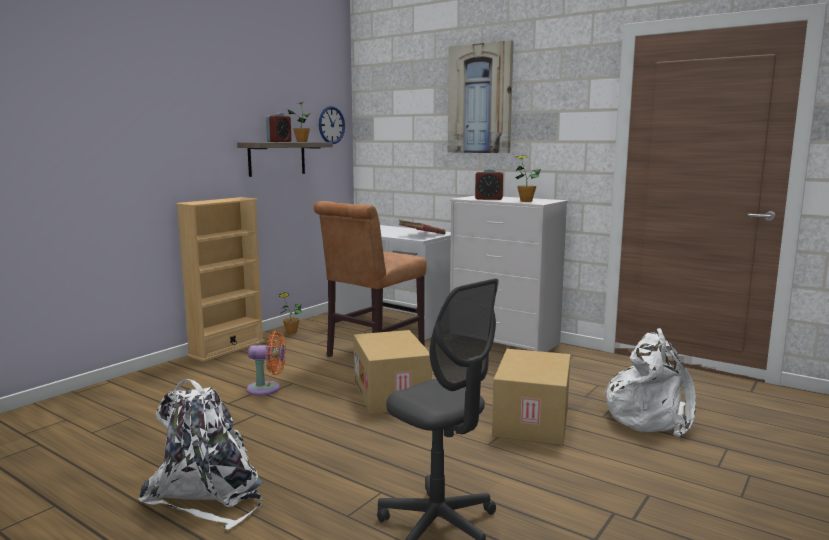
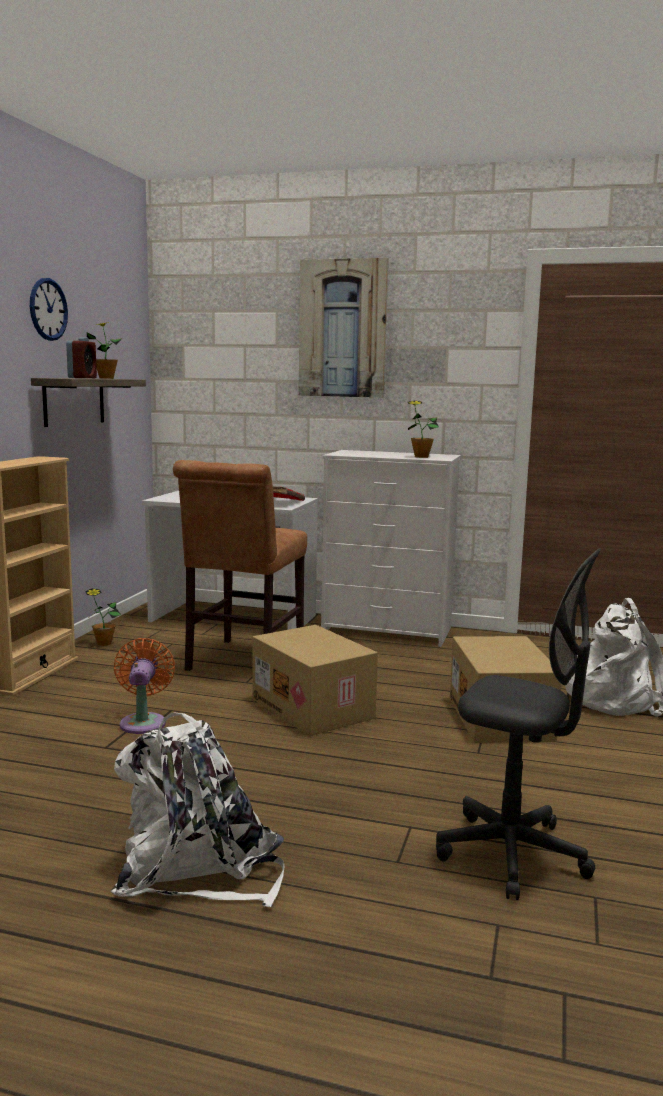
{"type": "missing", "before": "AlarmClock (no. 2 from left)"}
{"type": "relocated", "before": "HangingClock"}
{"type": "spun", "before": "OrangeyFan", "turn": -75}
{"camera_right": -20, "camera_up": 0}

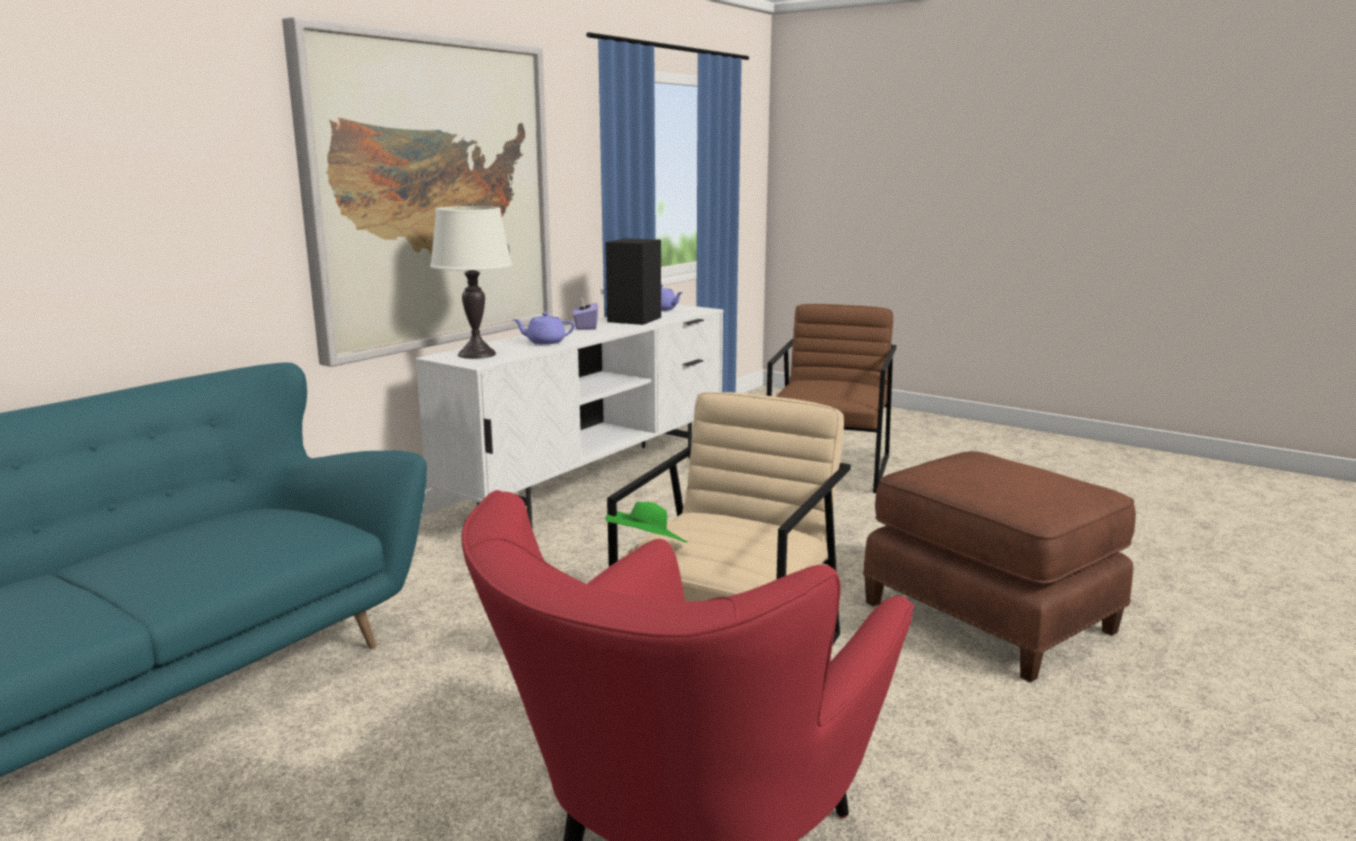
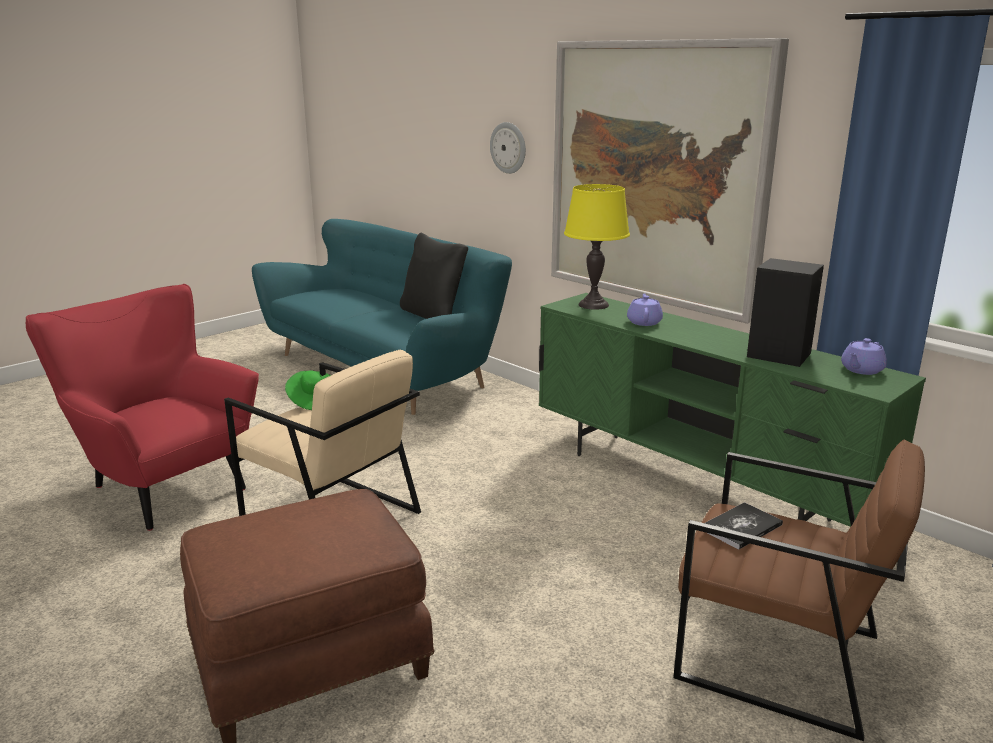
{"type": "missing", "before": "PurpleColouredTissueBox"}
{"type": "appeared", "after": "BlackishPillow"}
{"type": "appeared", "after": "HangingClock"}
{"type": "appeared", "after": "Volume"}
{"type": "colour", "before": "WhiteTvUnit", "after": "GreenTvUnit"}
{"type": "colour", "before": "WhiteTableLamp", "after": "YellowColouredTableLamp"}
{"camera_right": 100, "camera_up": 5}

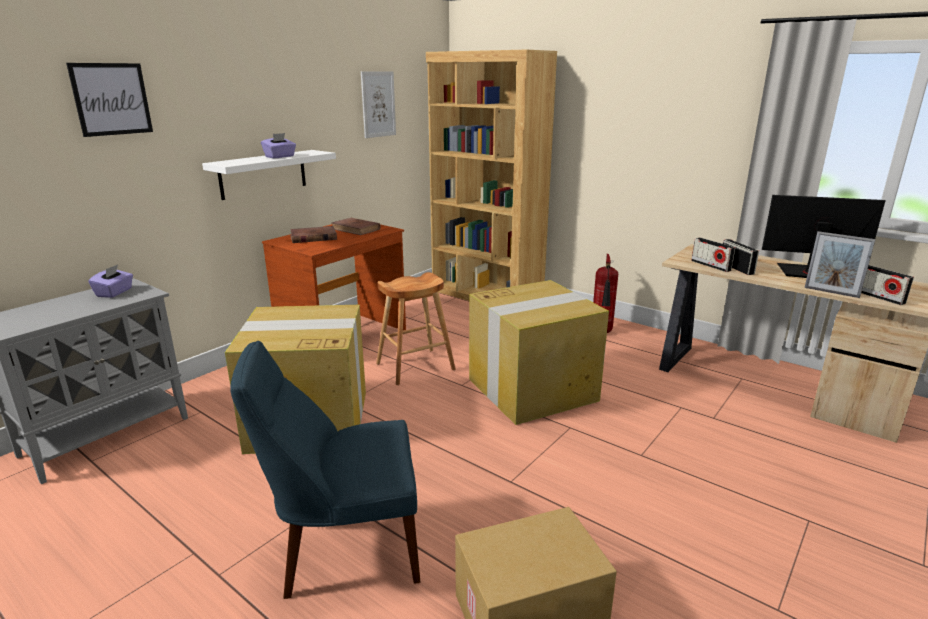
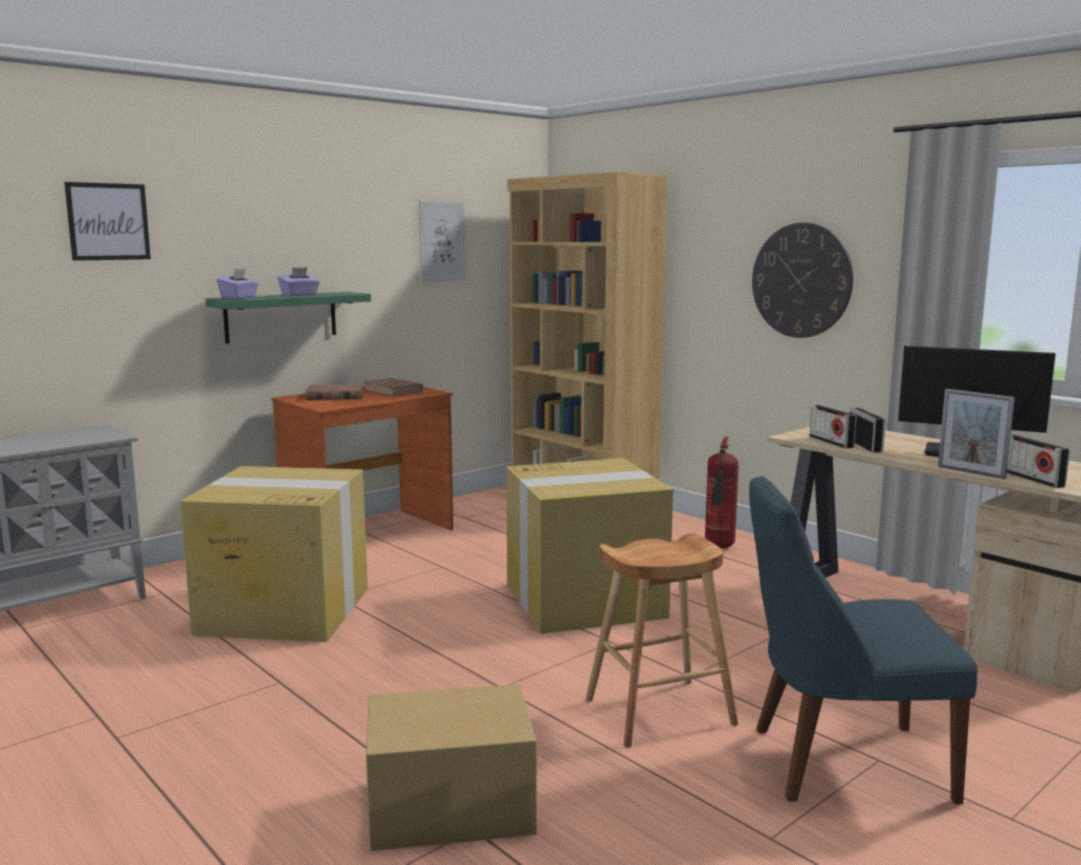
{"type": "appeared", "after": "HangingClock"}
{"type": "relocated", "before": "PurpleColouredTissueBox (no. 1 from left)"}
{"type": "relocated", "before": "BluePlainChair"}
{"type": "relocated", "before": "BrownSittingStool"}
{"type": "colour", "before": "WhiteBracketShelf", "after": "GreenBracketShelf"}
{"camera_right": 10, "camera_up": -10}

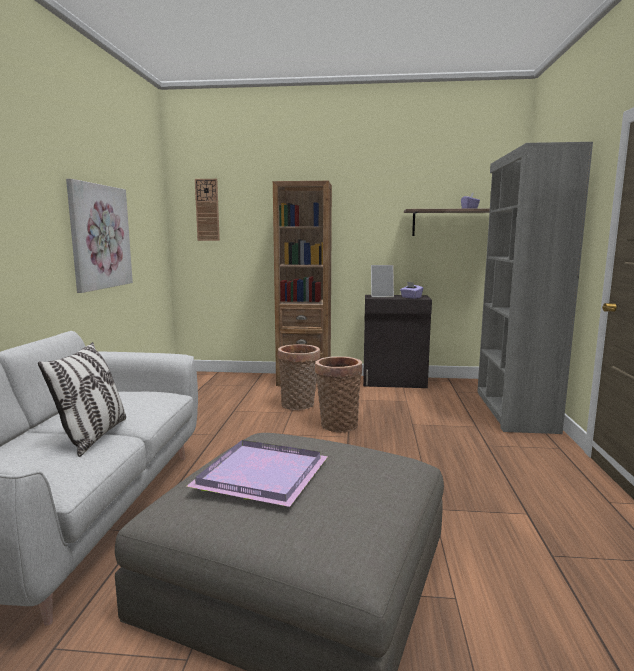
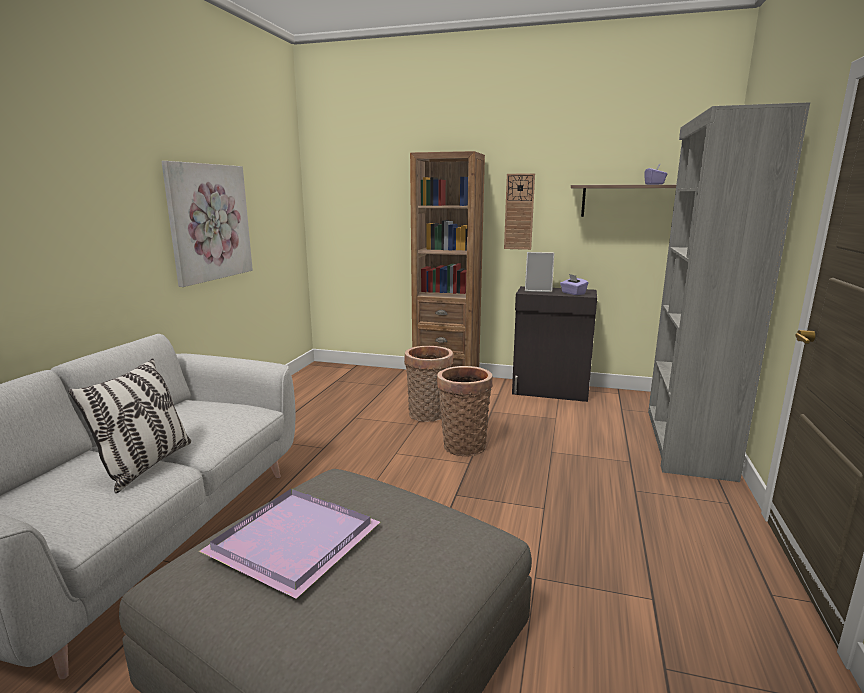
{"type": "relocated", "before": "HangingClock"}
{"camera_right": 10, "camera_up": 5}

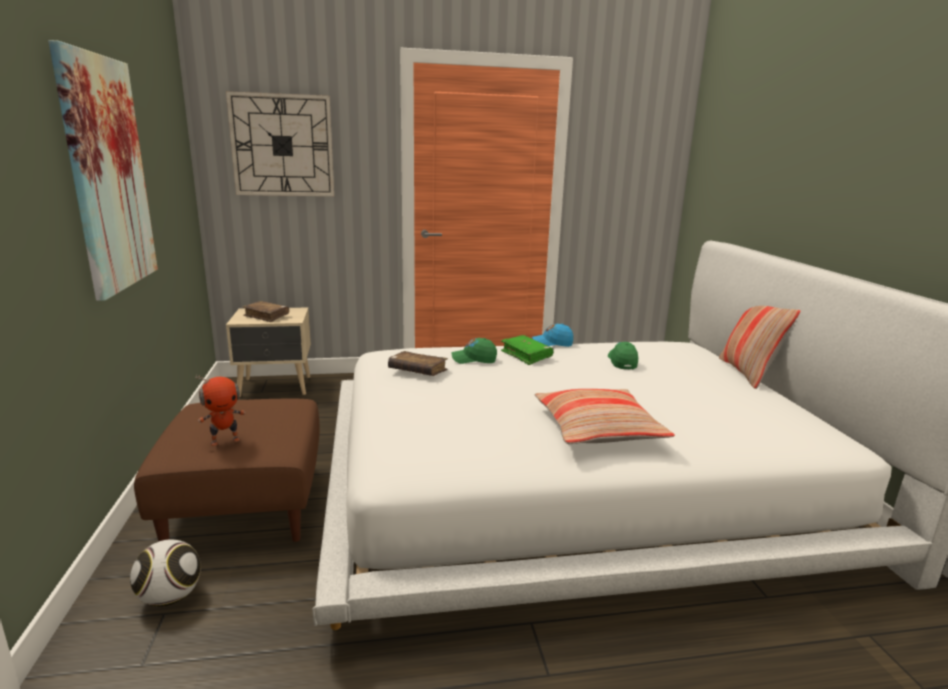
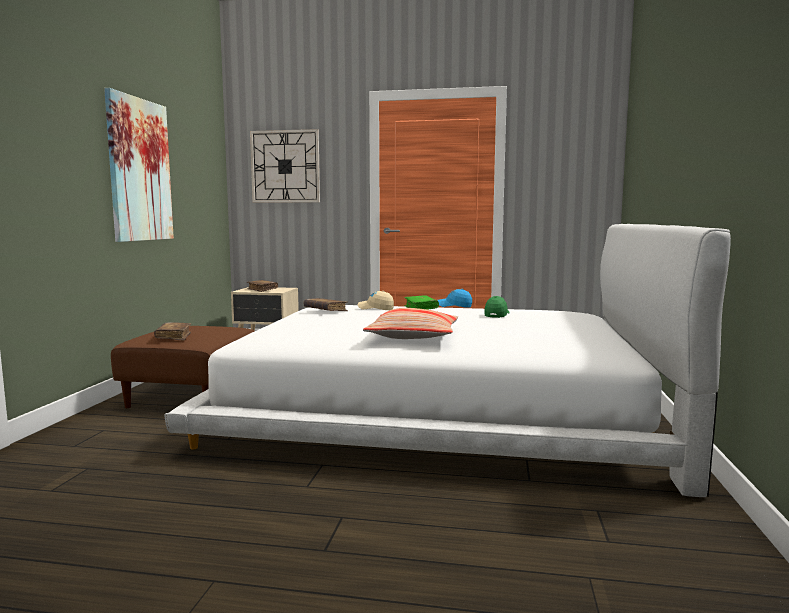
{"type": "missing", "before": "BallForFootball"}
{"type": "missing", "before": "Pillow (no. 2 from left)"}
{"type": "exchanged", "before": "ToyRobot", "after": "BrownVolume (no. 1 from left)"}
{"type": "colour", "before": "GreenPeakedCap (no. 1 from left)", "after": "SandColouredPeakedCap"}
{"camera_right": 20, "camera_up": -10}

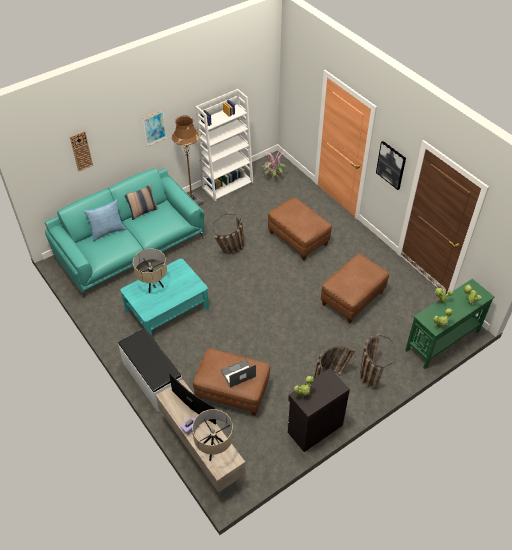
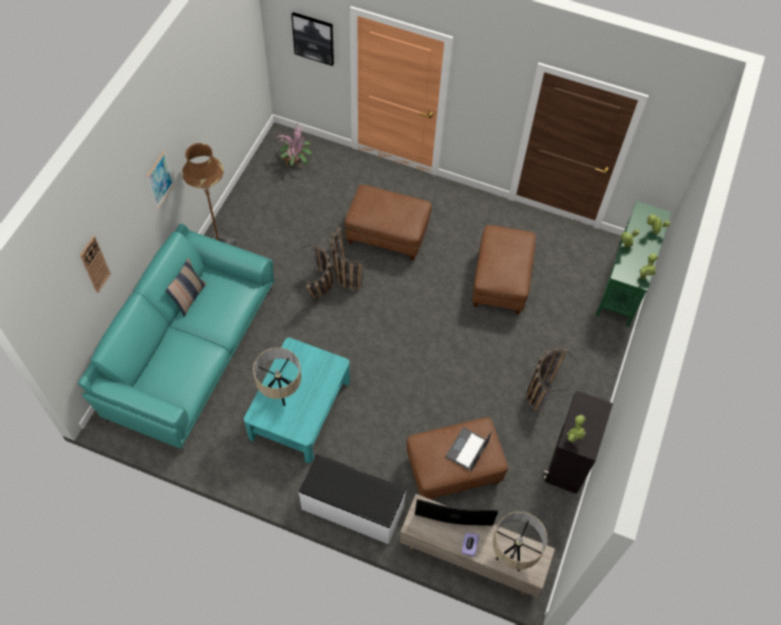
{"type": "missing", "before": "Pillow (no. 1 from left)"}
{"type": "missing", "before": "WhiteBookshelf"}
{"type": "relocated", "before": "Basket (no. 3 from left in the first image)", "after": "Basket (no. 2 from left)"}
{"type": "relocated", "before": "Picture (no. 2 from left)"}
{"camera_right": -35, "camera_up": 10}

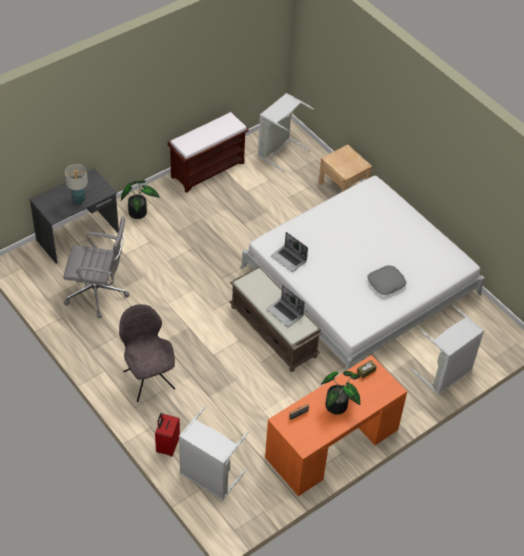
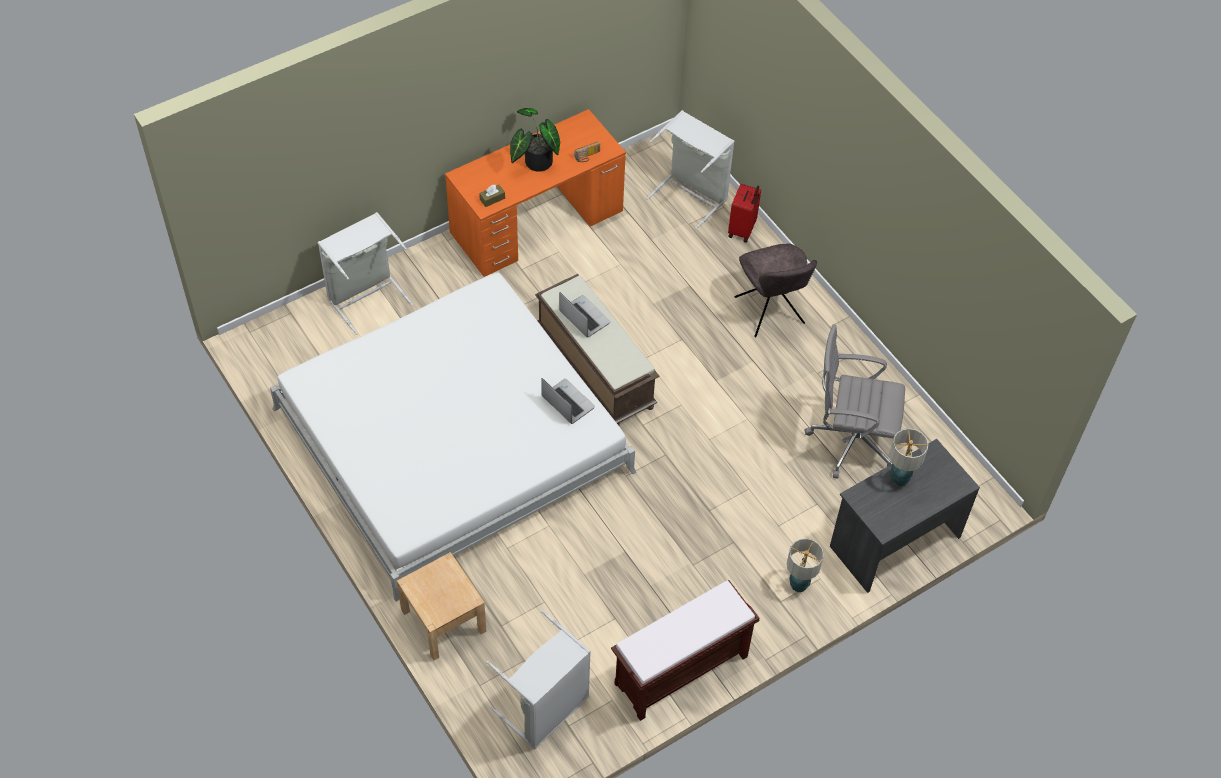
{"type": "missing", "before": "GreyishPillow"}
{"type": "exchanged", "before": "PottedPlant (no. 1 from left)", "after": "TableLamp (no. 1 from left)"}
{"camera_right": -175, "camera_up": 5}

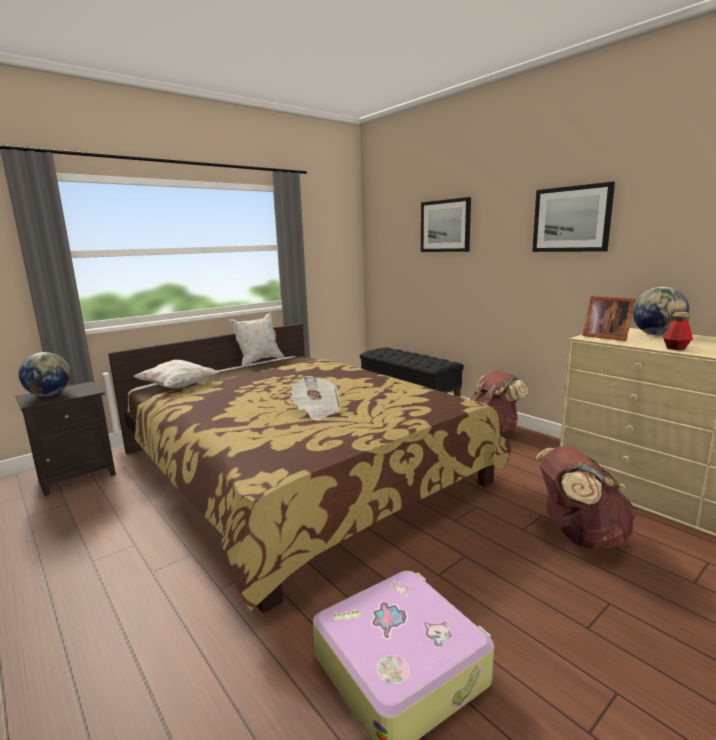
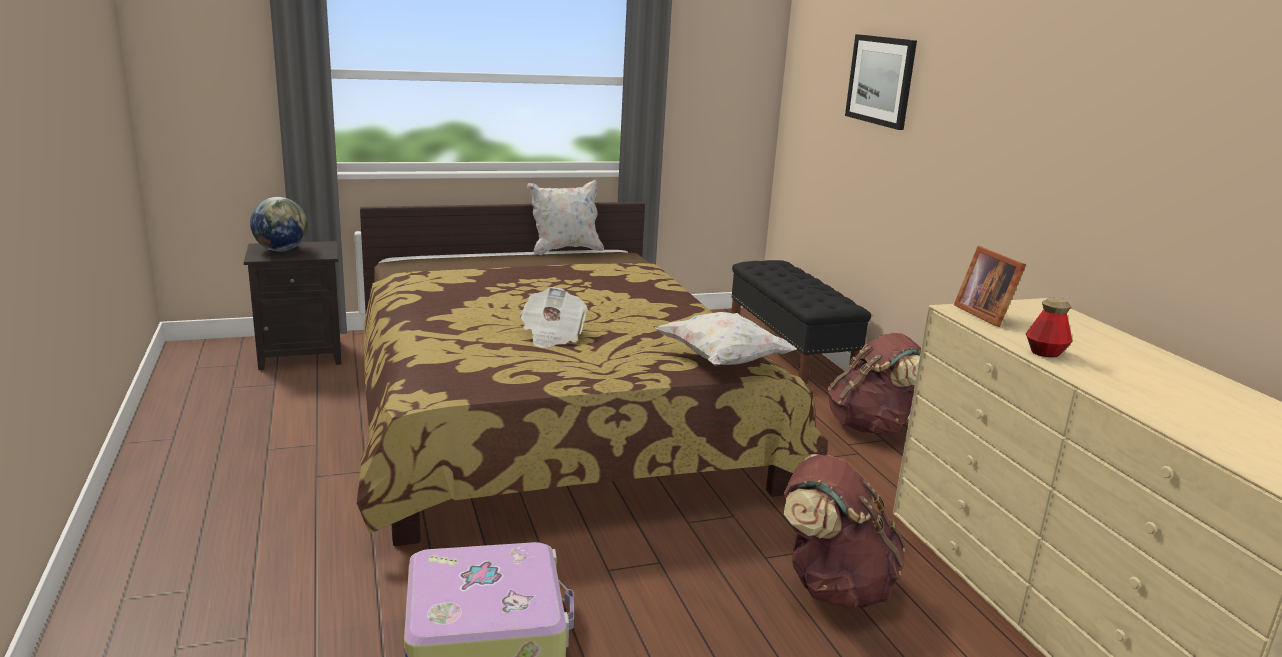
{"type": "missing", "before": "Picture (no. 2 from left)"}
{"type": "missing", "before": "WorldGlobe (no. 2 from left)"}
{"type": "relocated", "before": "WhitePillow (no. 1 from left in the first image)", "after": "WhitePillow (no. 2 from left)"}
{"camera_right": 20, "camera_up": 5}

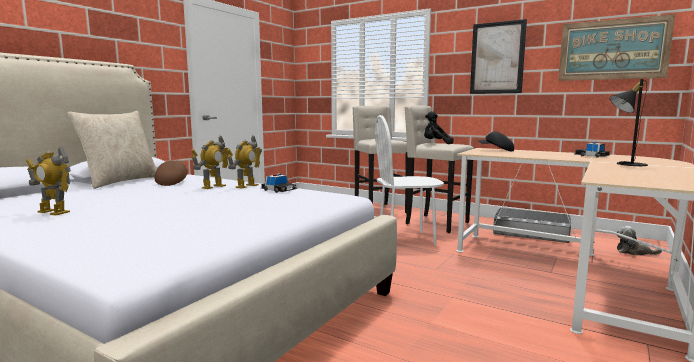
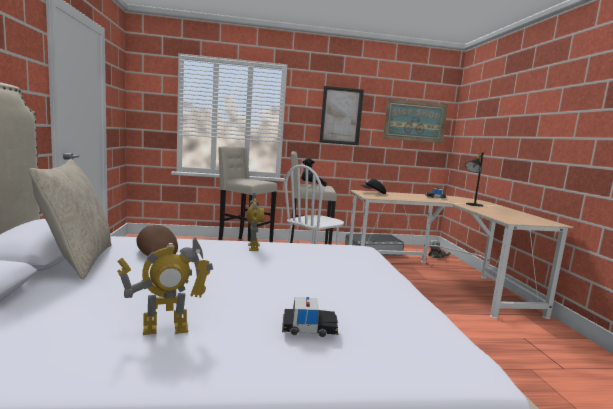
{"type": "missing", "before": "ToyRobot (no. 2 from left)"}
{"type": "relocated", "before": "MiniatureCar (no. 1 from left)"}
{"camera_right": -40, "camera_up": 0}

